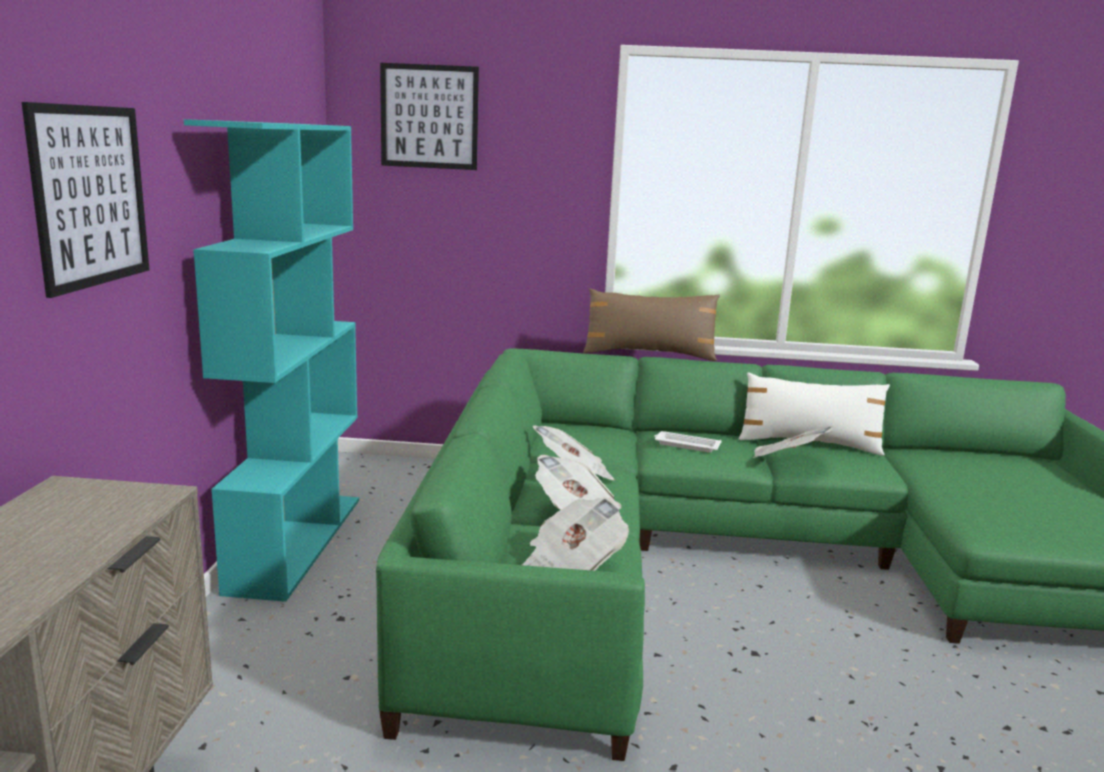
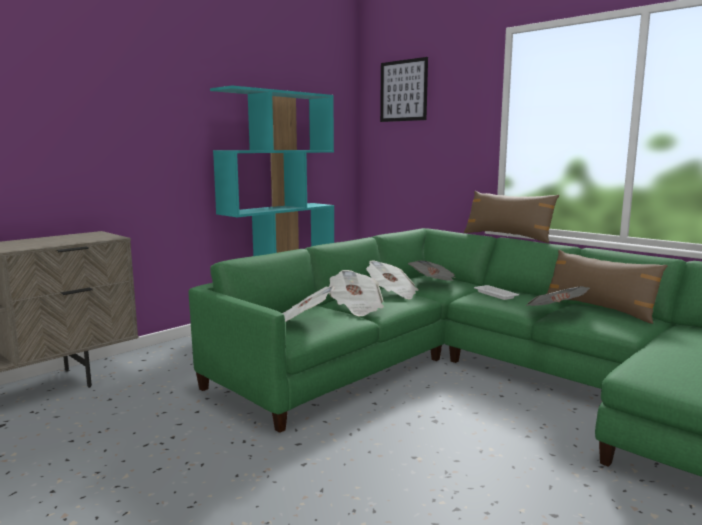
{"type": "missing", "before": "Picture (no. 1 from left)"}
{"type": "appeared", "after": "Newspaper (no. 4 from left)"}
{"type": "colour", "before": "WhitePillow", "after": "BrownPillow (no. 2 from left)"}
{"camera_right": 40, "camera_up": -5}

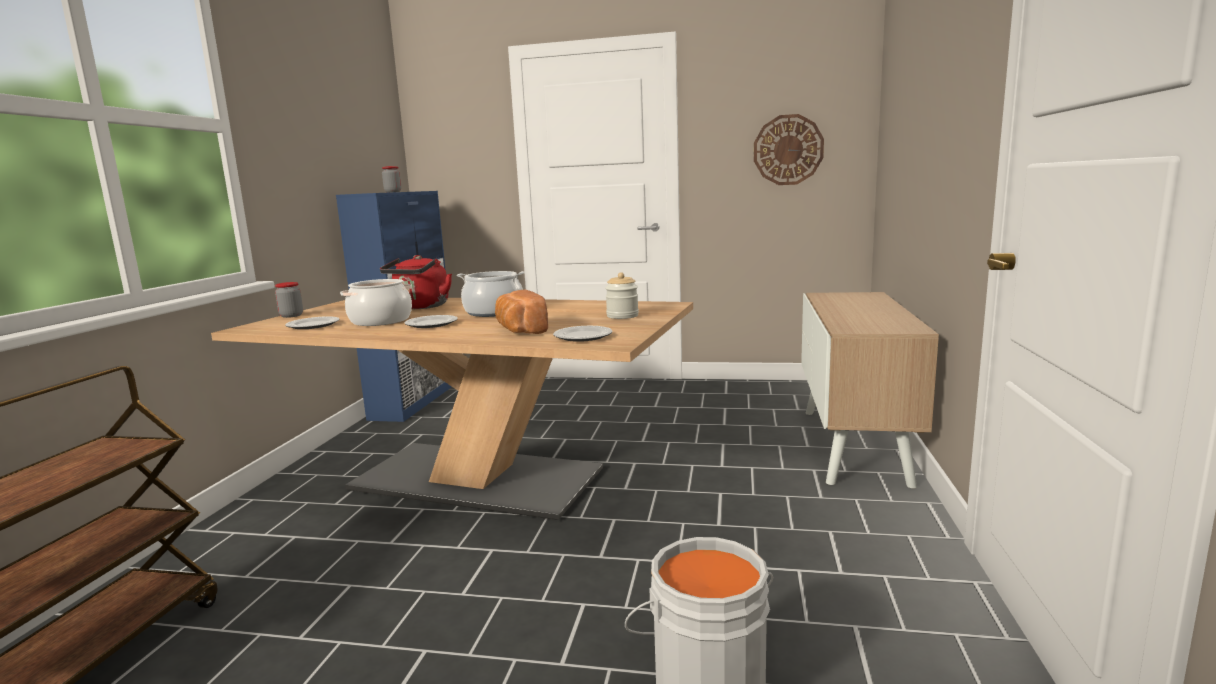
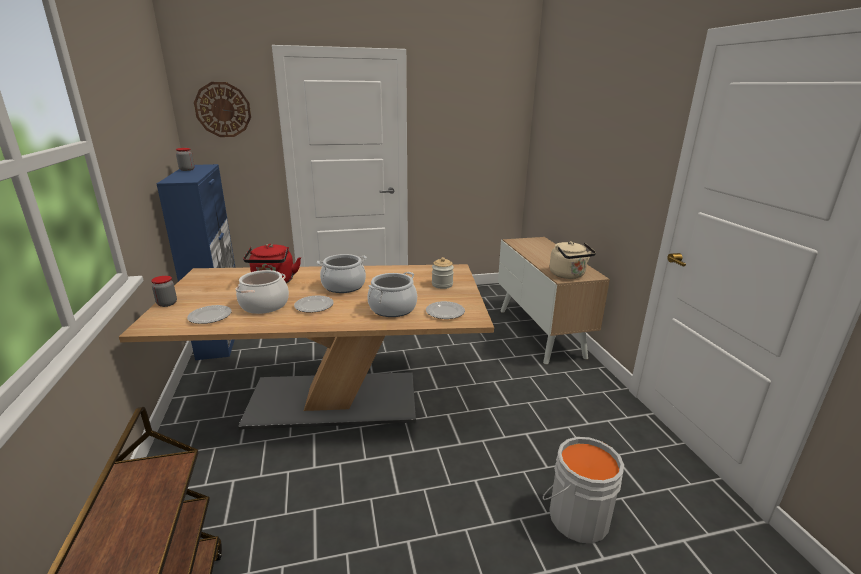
{"type": "appeared", "after": "SandColouredWaterKettle"}
{"type": "relocated", "before": "HangingClock"}
{"type": "exchanged", "before": "BakeryBread", "after": "CookingPot (no. 3 from left)"}
{"camera_right": -25, "camera_up": 10}

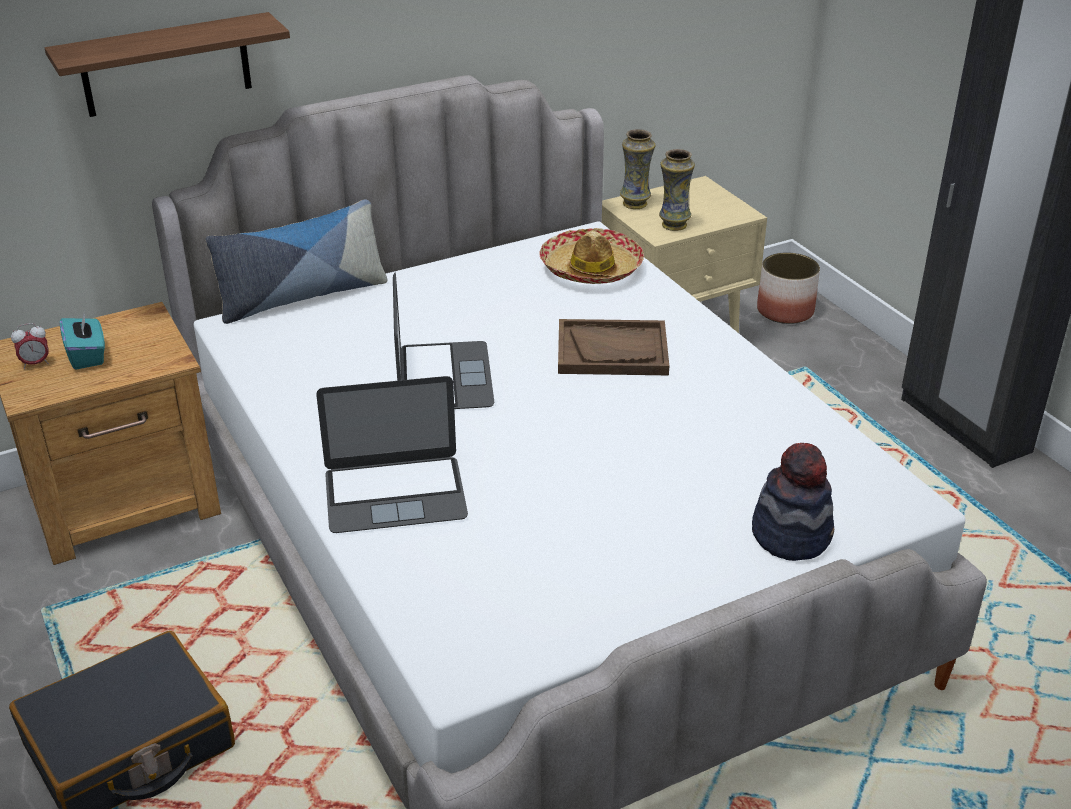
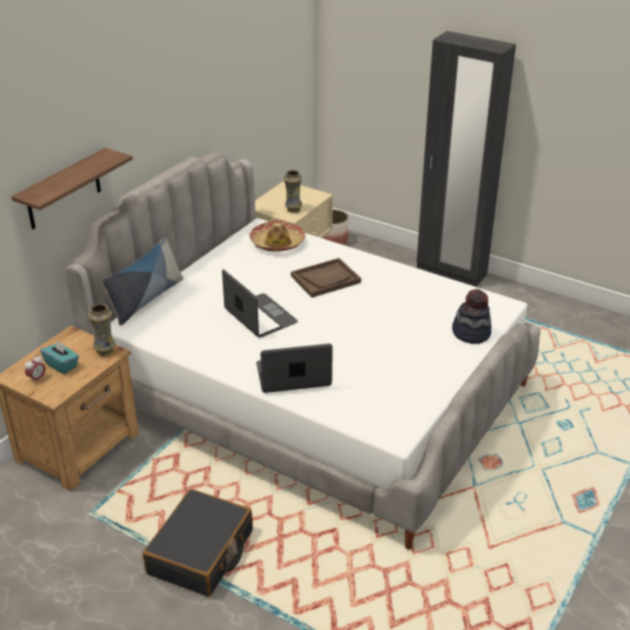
{"type": "relocated", "before": "DecorativeVase (no. 1 from left)"}
{"type": "spun", "before": "PortableComputer (no. 1 from left in the first image)", "turn": -150}
{"camera_right": -30, "camera_up": 0}

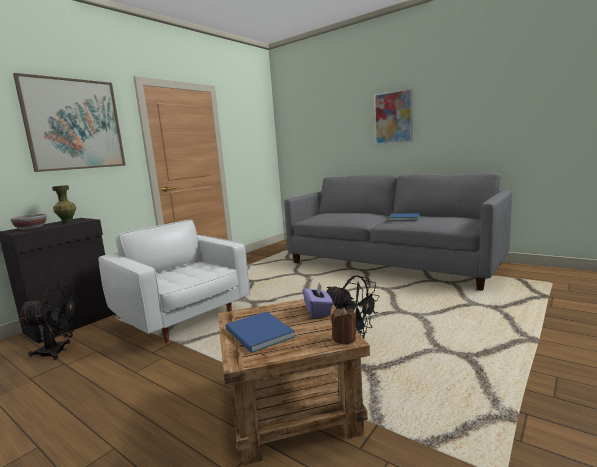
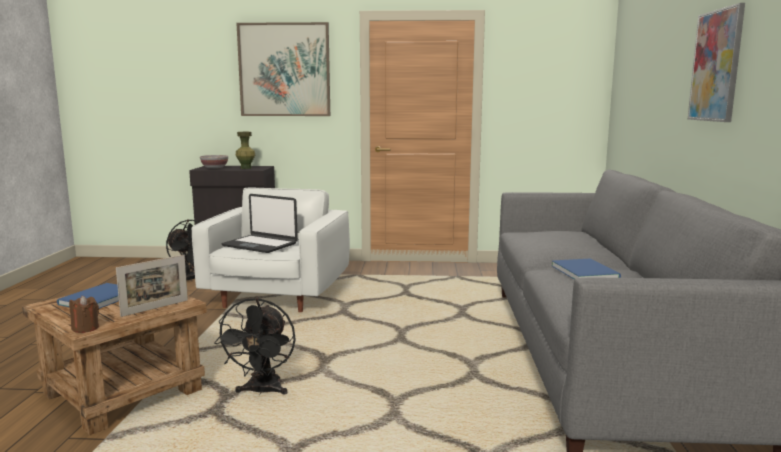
{"type": "appeared", "after": "PortableComputer"}
{"type": "exchanged", "before": "PurpleColouredTissueBox", "after": "PhotoFrame"}
{"camera_right": 55, "camera_up": 0}

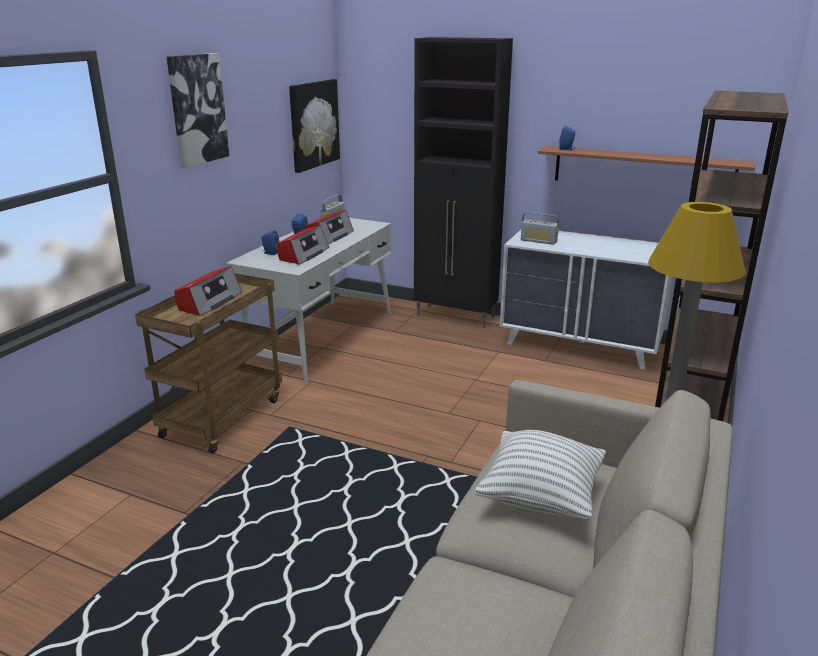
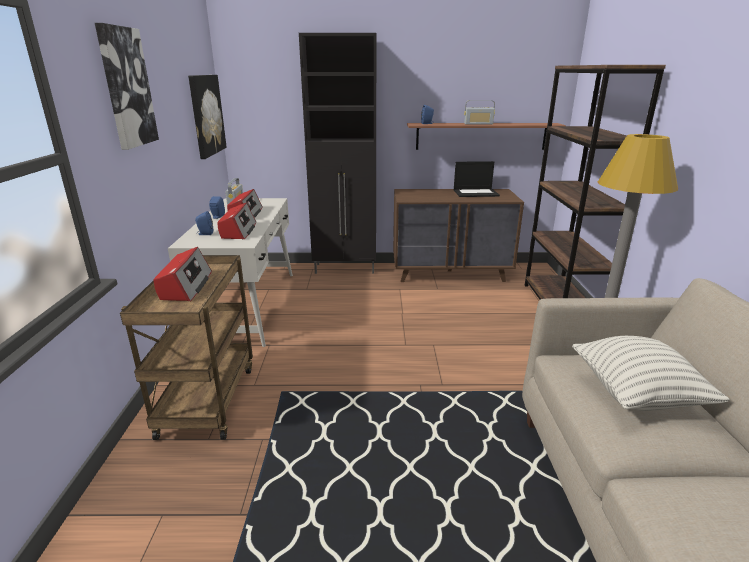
{"type": "appeared", "after": "PortableComputer"}
{"type": "relocated", "before": "RadioReceiver (no. 5 from left)"}
{"type": "colour", "before": "WhiteChestOfDrawers", "after": "BrownChestOfDrawers"}
{"camera_right": -25, "camera_up": 0}

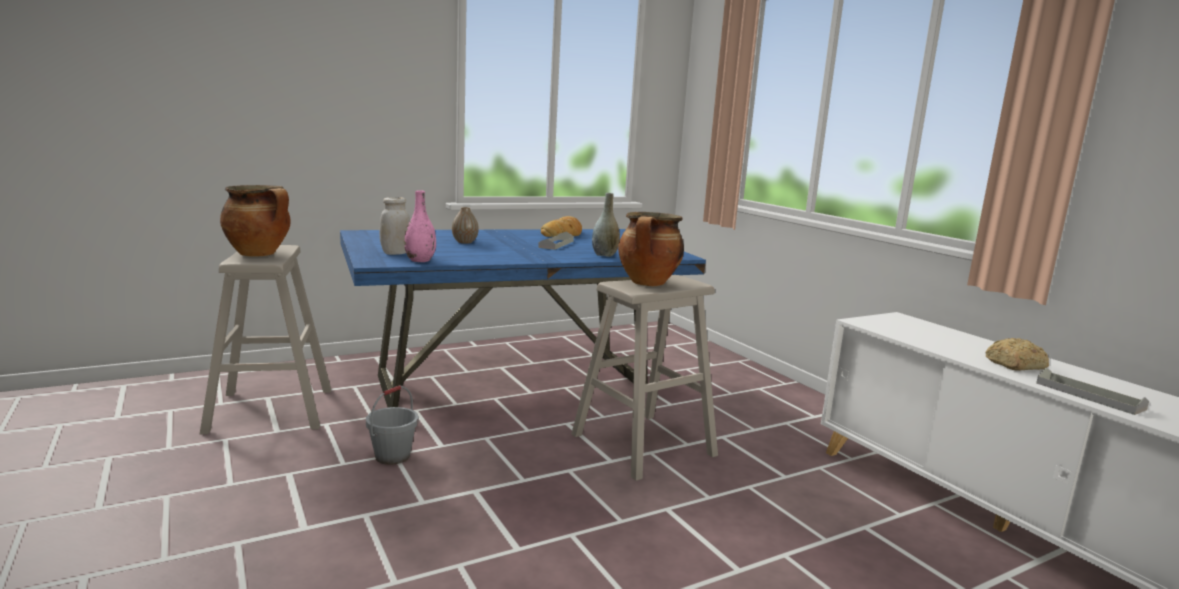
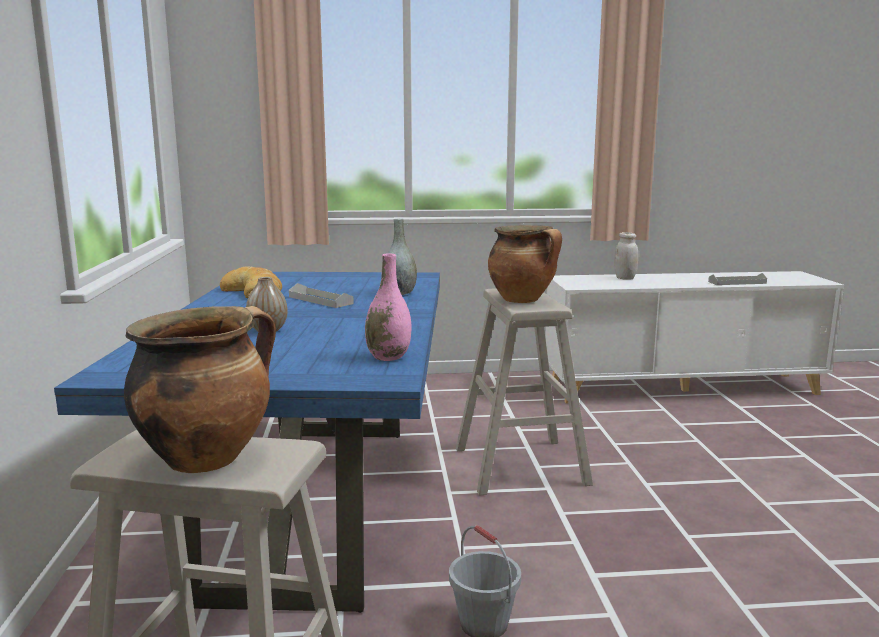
{"type": "missing", "before": "BakeryBread (no. 2 from left)"}
{"type": "relocated", "before": "WhitePreserveJar"}
{"camera_right": -65, "camera_up": 0}

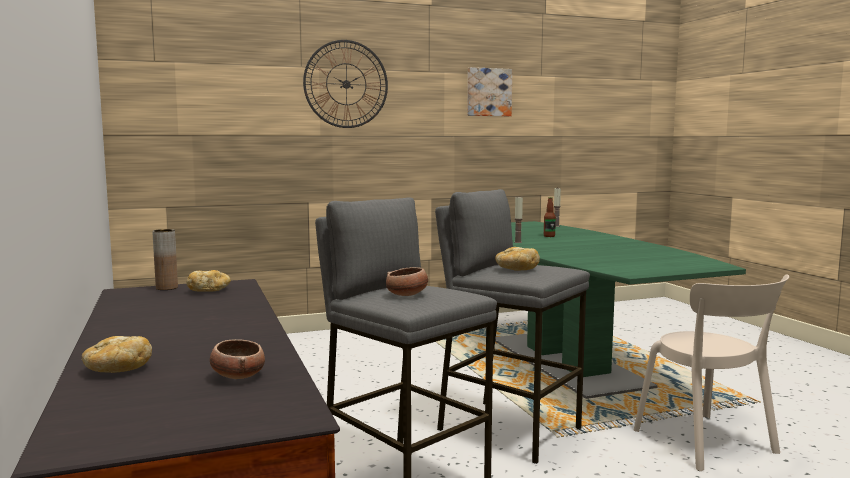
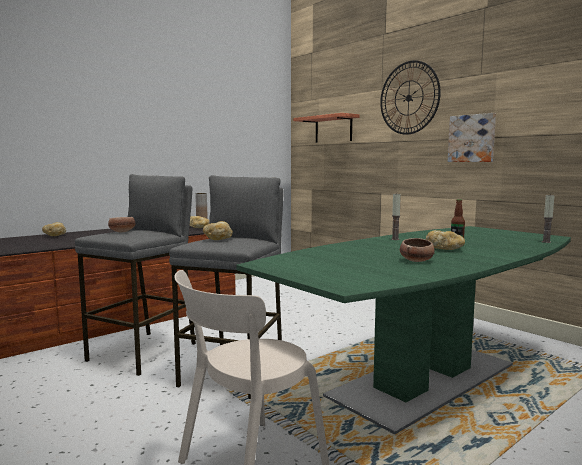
{"type": "appeared", "after": "BracketShelf"}
{"type": "appeared", "after": "BakeryBread (no. 4 from left)"}
{"type": "relocated", "before": "ServingBowl (no. 1 from left in the first image)", "after": "ServingBowl (no. 2 from left)"}
{"type": "relocated", "before": "Picture"}
{"camera_right": 70, "camera_up": 0}

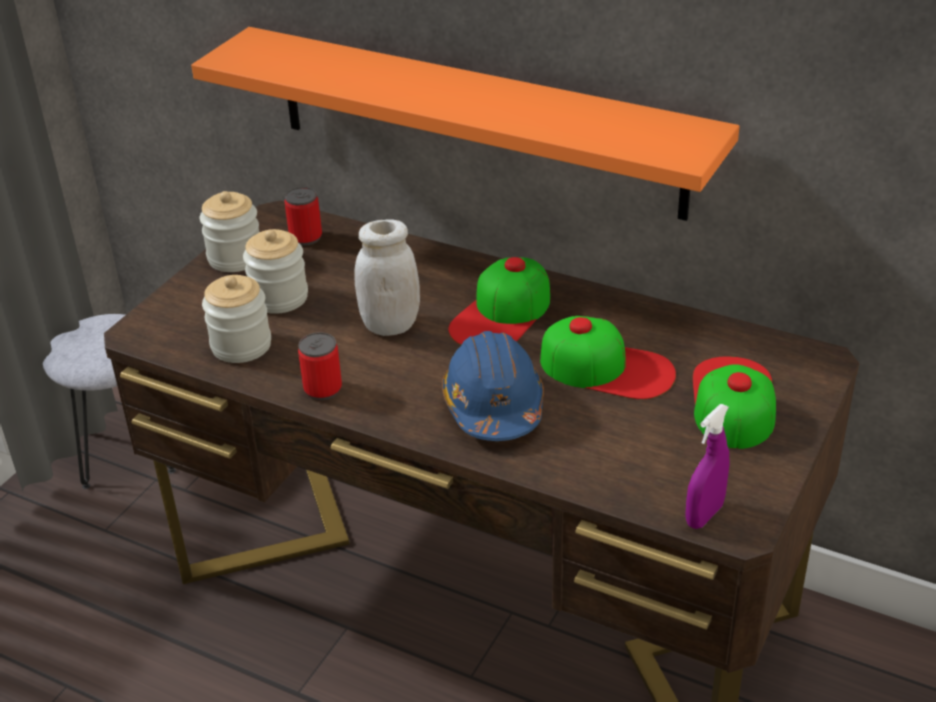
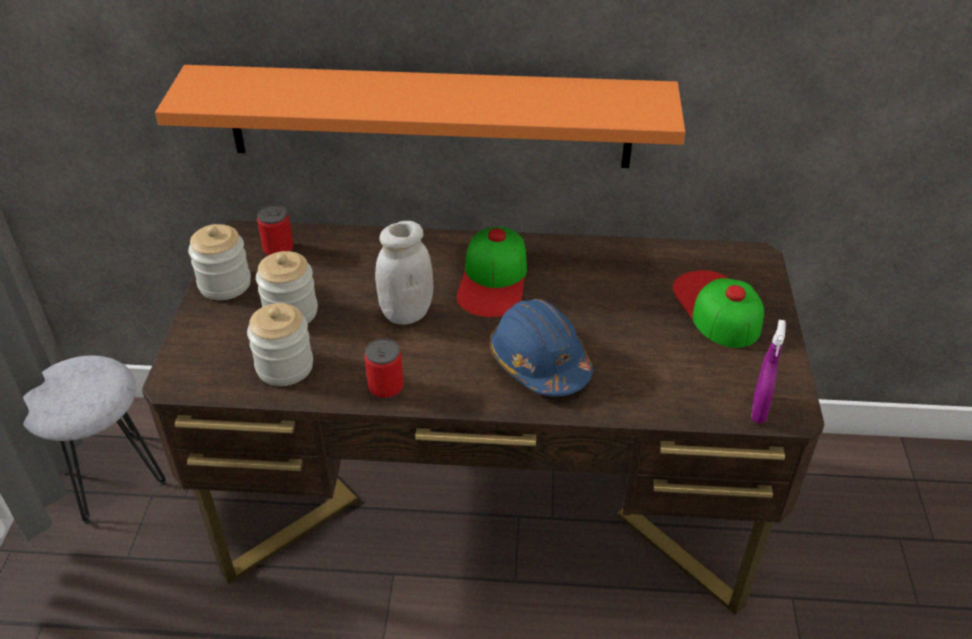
{"type": "missing", "before": "PeakedCap (no. 2 from left)"}
{"camera_right": -25, "camera_up": 5}

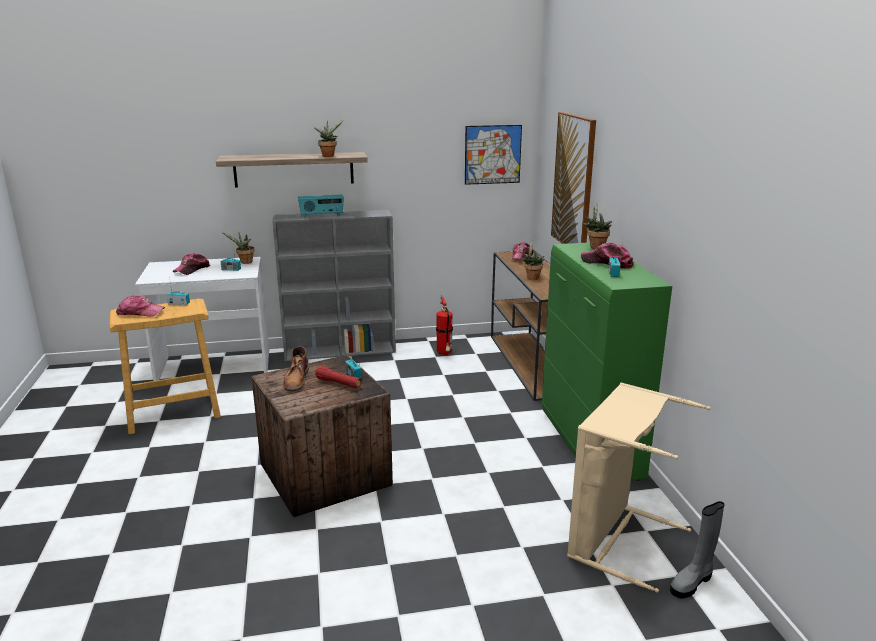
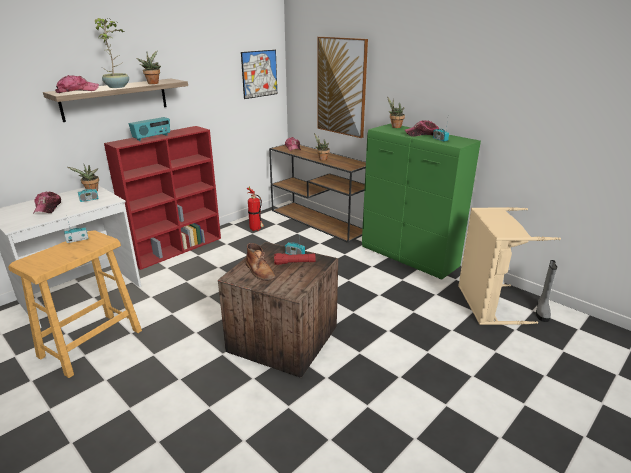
{"type": "appeared", "after": "PottedPlant (no. 2 from left)"}
{"type": "relocated", "before": "PeakedCap (no. 1 from left in the first image)", "after": "PeakedCap (no. 2 from left)"}
{"type": "colour", "before": "GreyishBookshelf", "after": "ReddishBookshelf"}
{"camera_right": -35, "camera_up": 5}

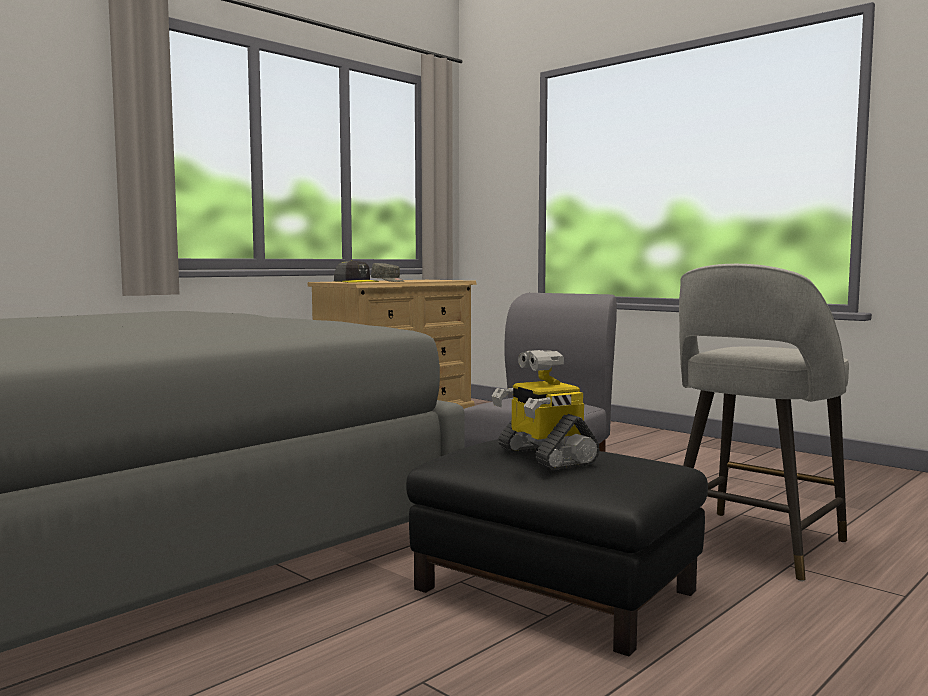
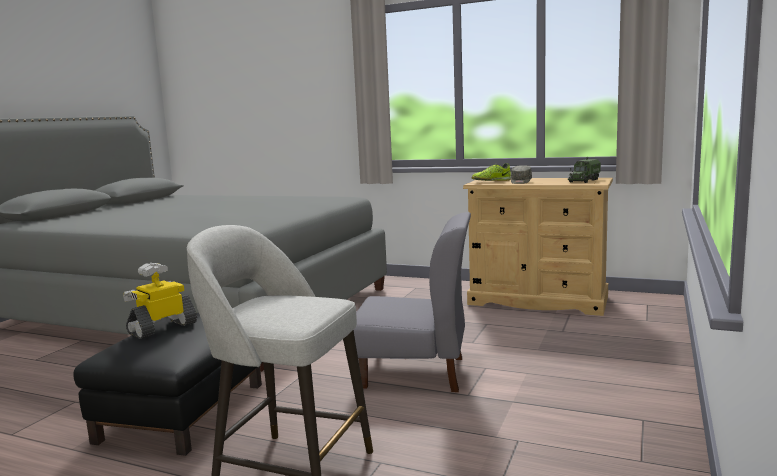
{"type": "appeared", "after": "ToyTruck"}
{"type": "exchanged", "before": "GreyishPeakedCap (no. 1 from left)", "after": "LowShoe"}
{"camera_right": 70, "camera_up": 5}

